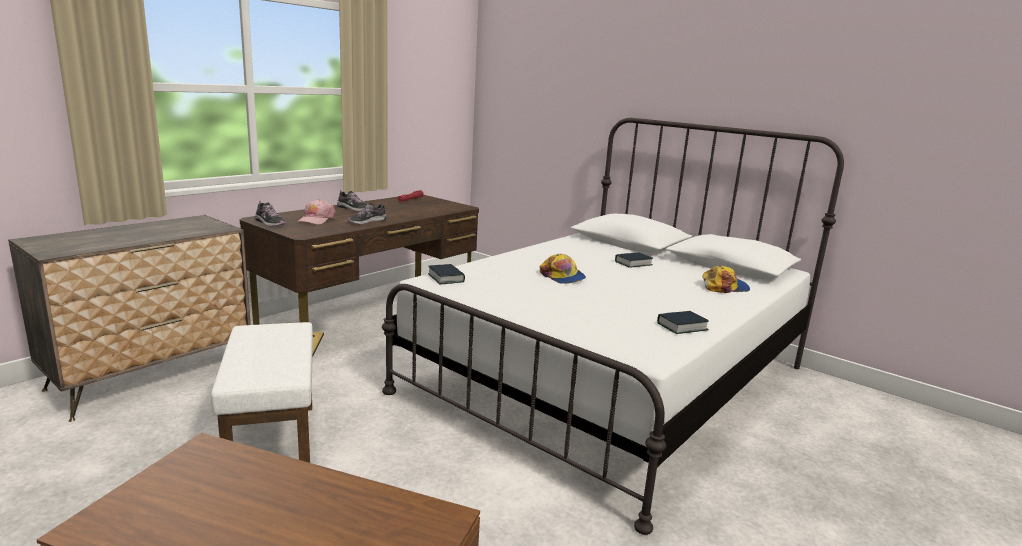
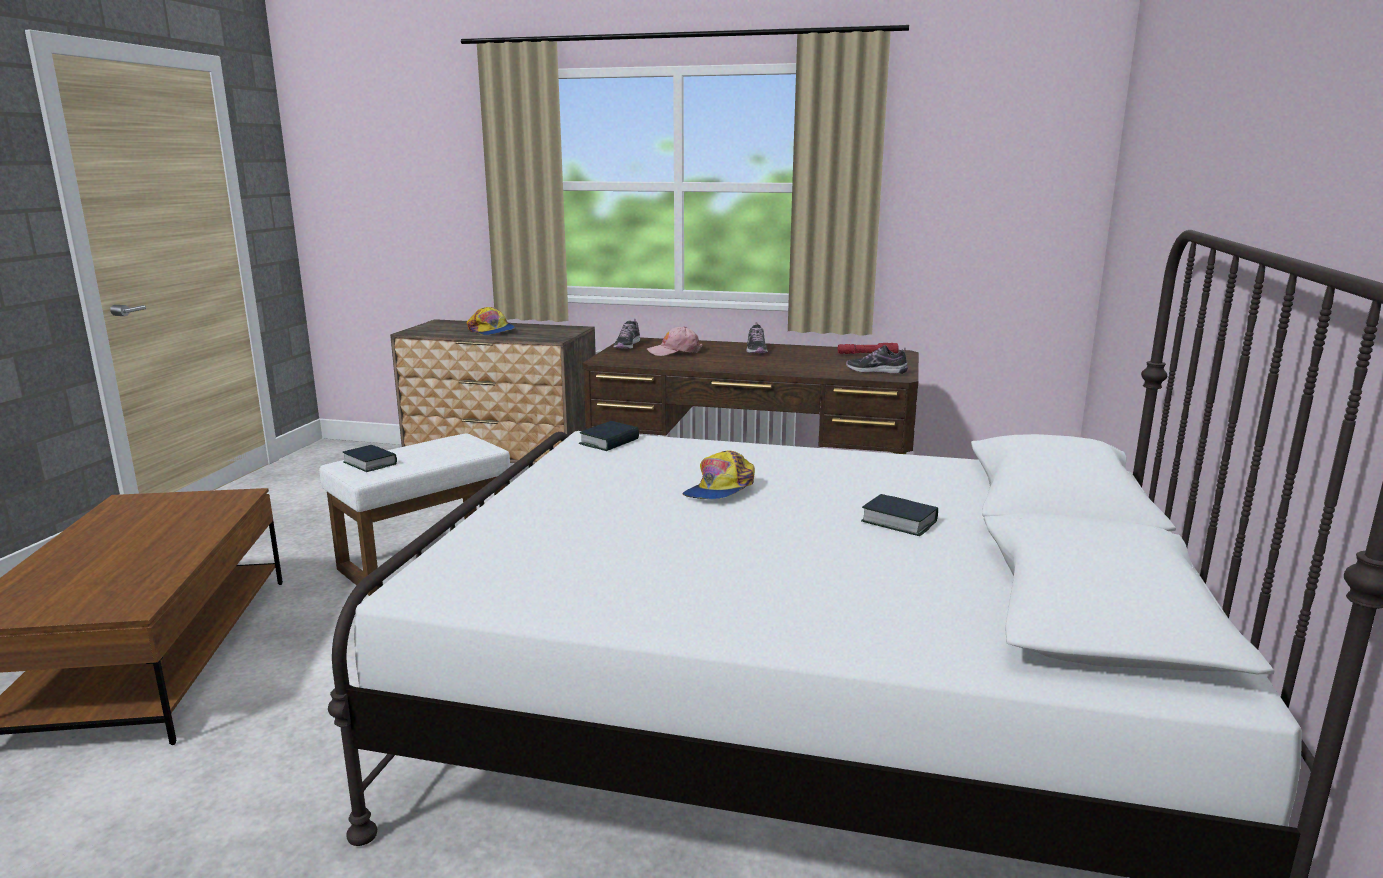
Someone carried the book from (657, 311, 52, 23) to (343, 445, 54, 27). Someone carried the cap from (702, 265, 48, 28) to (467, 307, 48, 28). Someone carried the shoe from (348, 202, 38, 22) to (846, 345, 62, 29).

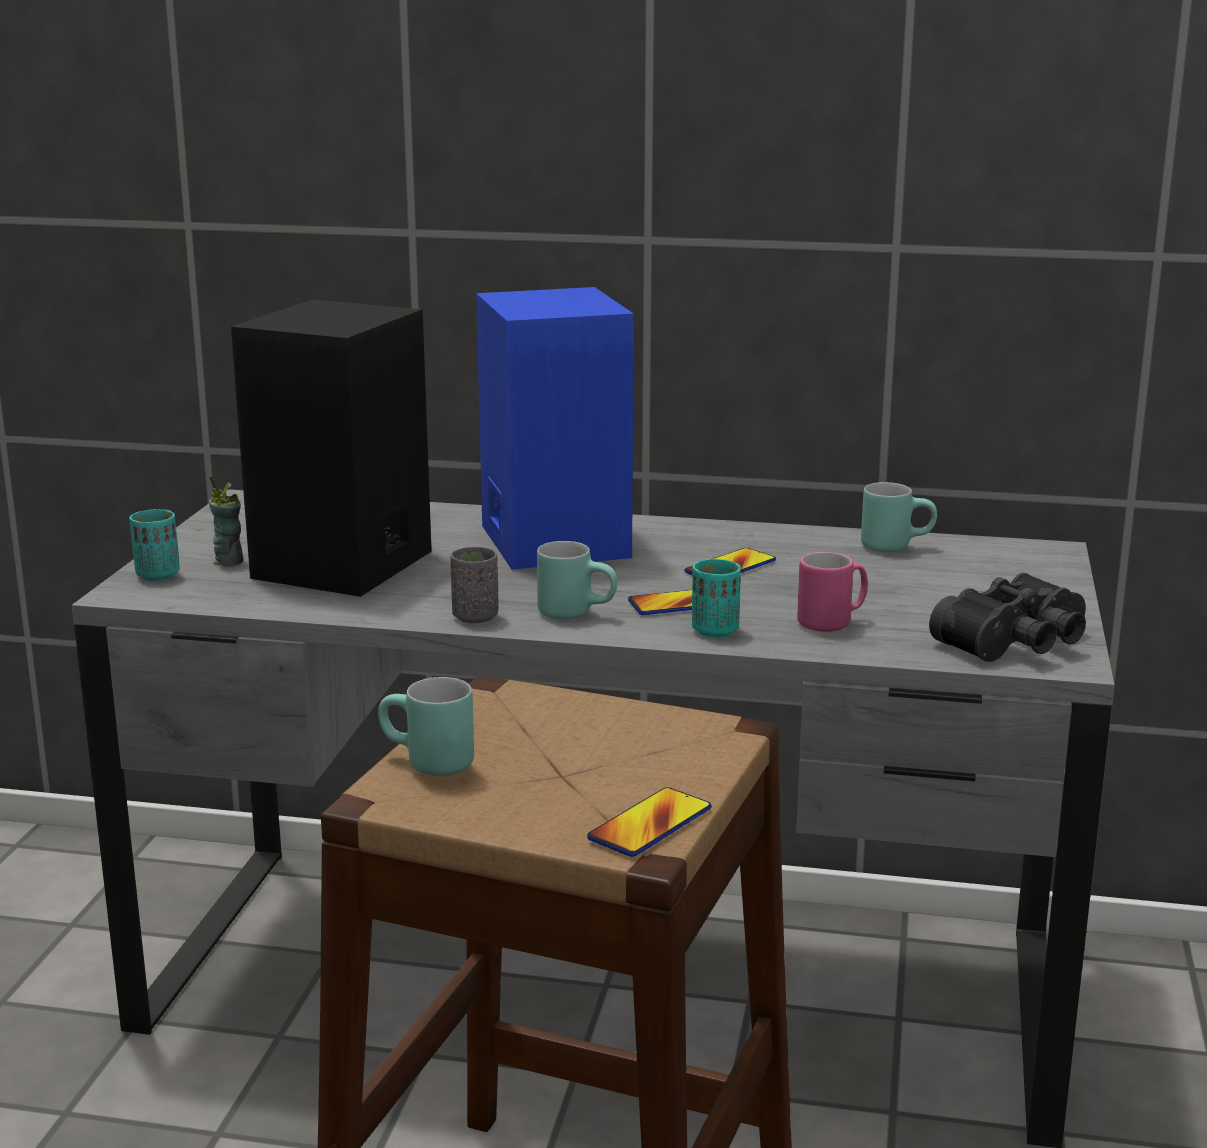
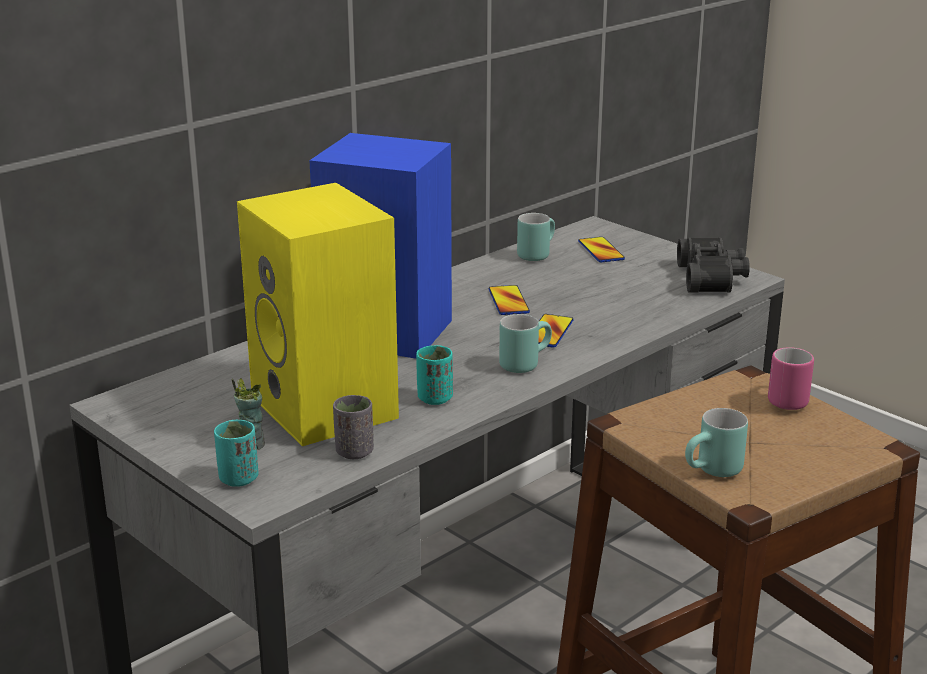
Someone repainted the black speaker at (231, 300, 201, 297), which became the yellow speaker at (237, 183, 162, 263). Someone carried the grey cup from (450, 547, 48, 76) to (333, 395, 41, 64). Someone carried the turquoise cup from (692, 559, 49, 78) to (416, 345, 37, 60). Someone carried the phone from (587, 787, 125, 70) to (578, 237, 47, 25). Someone carried the pink mug from (797, 552, 71, 80) to (768, 347, 46, 63).

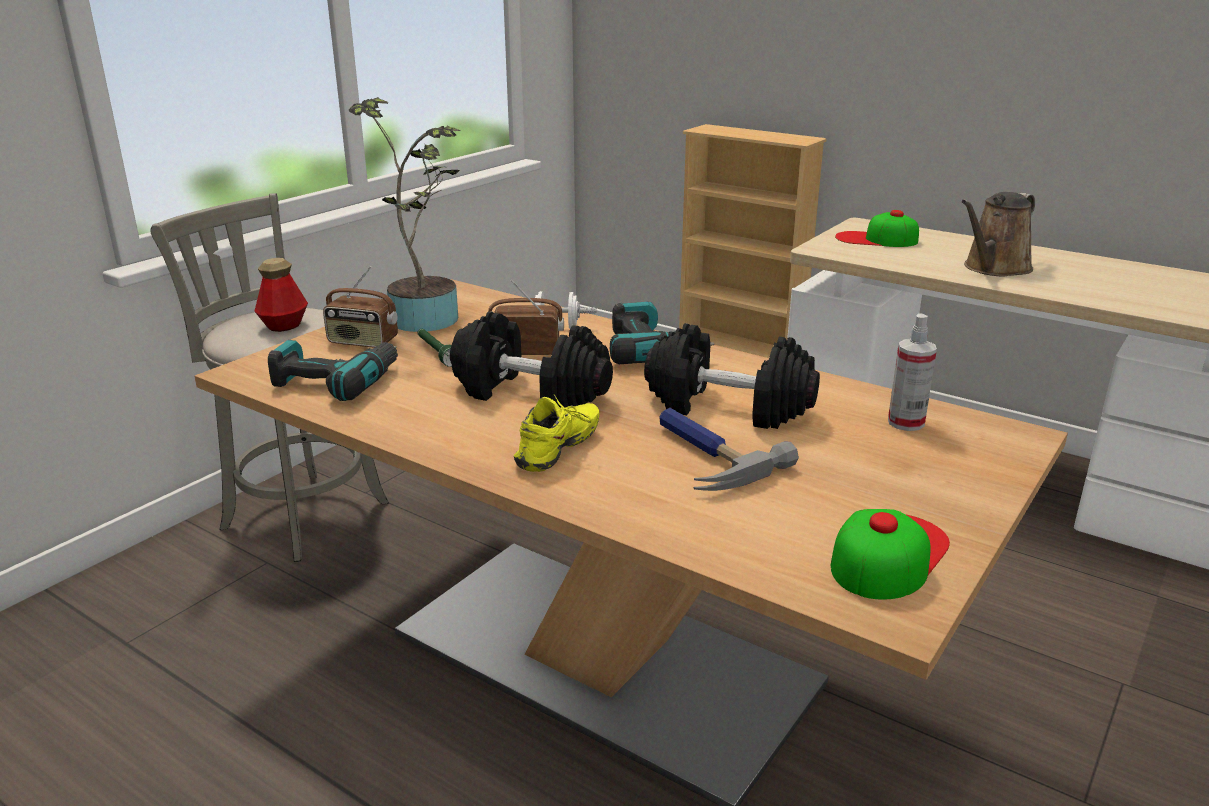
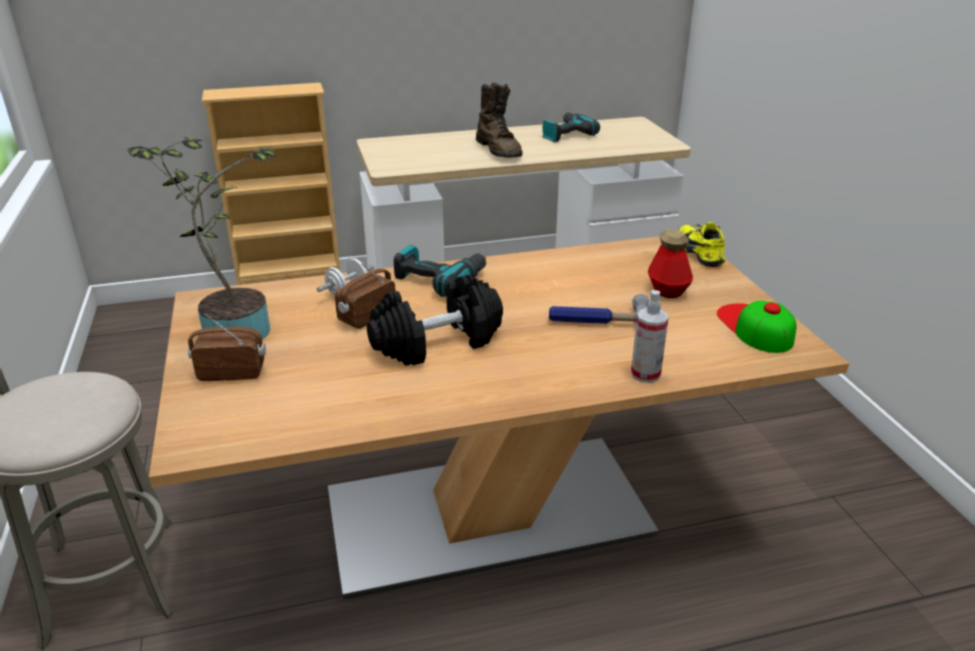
Someone rotated the radio at (323, 266, 75, 82) by 150 degrees counterclockwise. Someone swapped the brown watering can at (961, 192, 74, 85) for the brown boot at (476, 83, 46, 75). Someone carried the power drill from (268, 340, 130, 61) to (542, 112, 58, 30). Someone carried the spray bottle from (888, 313, 49, 118) to (631, 290, 38, 93). Someone carried the bottle from (254, 258, 54, 74) to (648, 229, 45, 69). Someone carried the yellow shoe from (514, 394, 86, 78) to (679, 222, 47, 45). Someone took away the green flashlight at (417, 329, 35, 38). Someone took away the black dumbbell at (644, 323, 176, 106). Someone took away the cap at (835, 210, 84, 37).

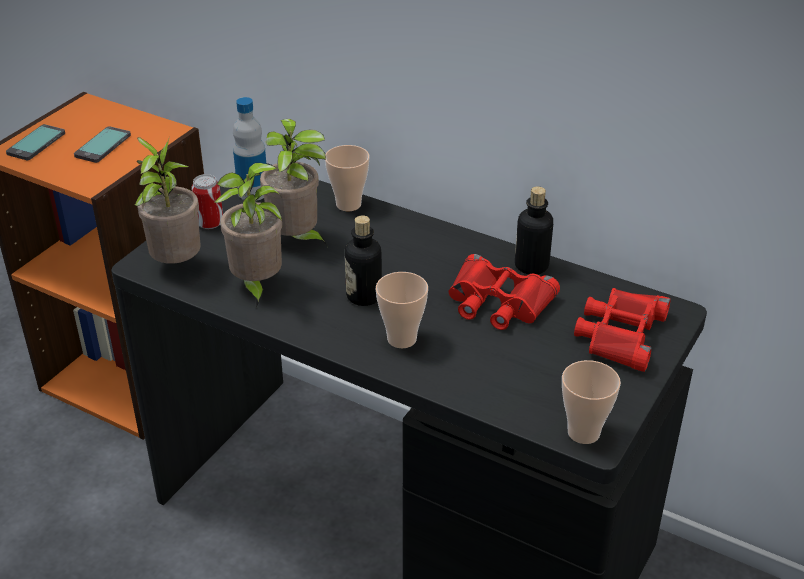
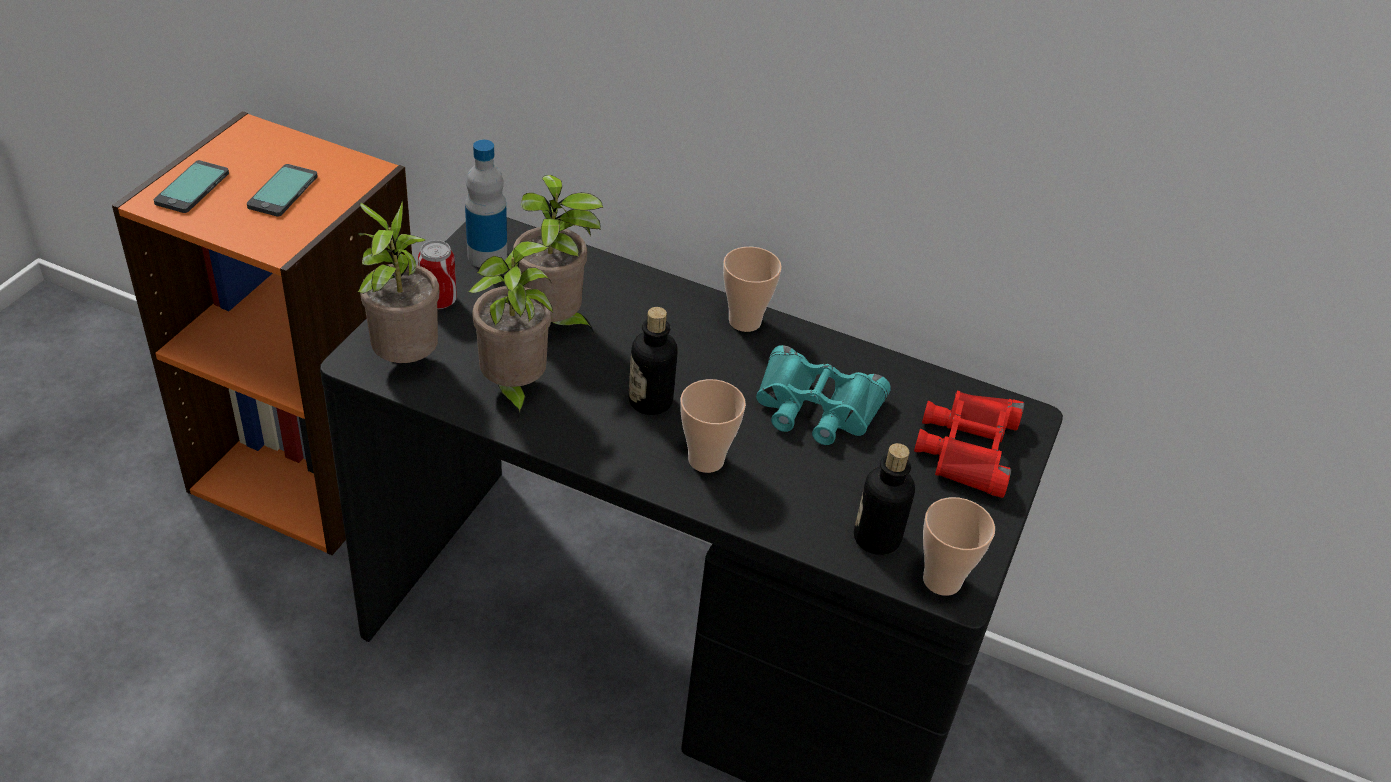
Someone carried the cup from (325, 145, 45, 66) to (723, 247, 59, 85). Someone repainted the red binoculars at (449, 254, 111, 76), which became the turquoise binoculars at (756, 345, 135, 100). Someone carried the bottle from (515, 186, 38, 88) to (854, 443, 61, 112).

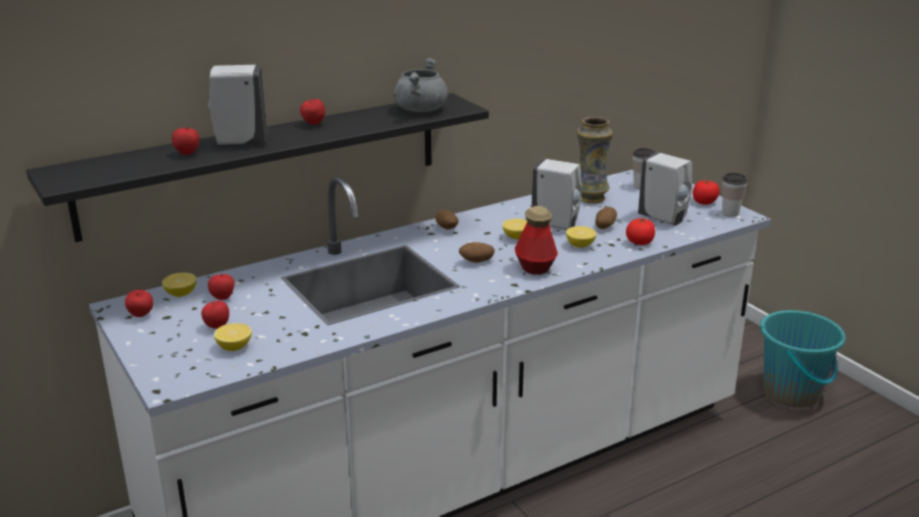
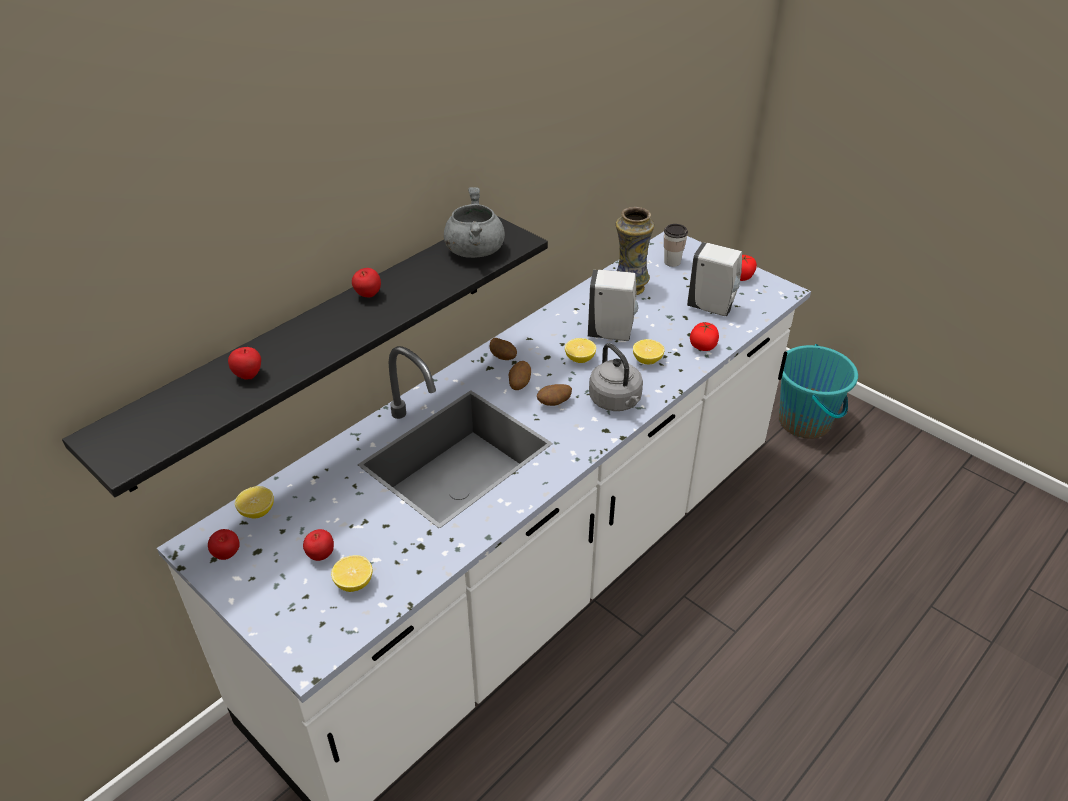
Someone carried the potato from (595, 207, 22, 22) to (509, 361, 22, 29). Someone swapped the bottle at (515, 206, 43, 69) for the grey kettle at (589, 343, 54, 68). Someone took away the white soap dispenser at (208, 65, 59, 81). Someone took away the apple at (208, 274, 26, 26). Someone took away the cup at (722, 173, 26, 44).

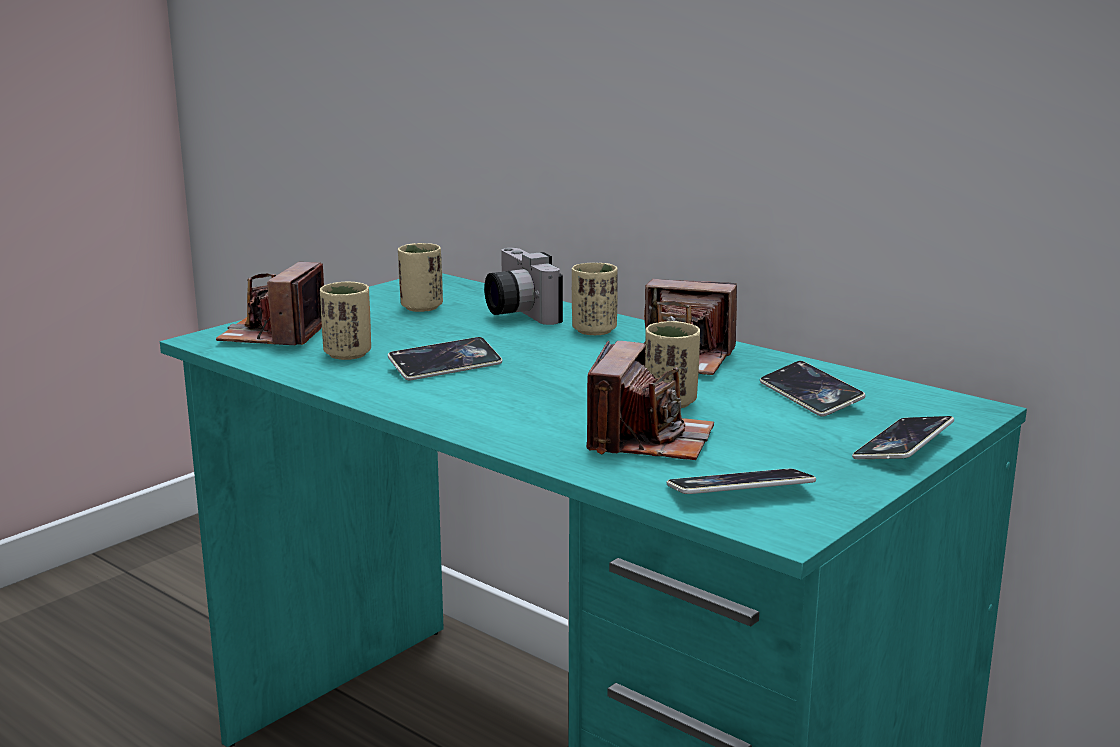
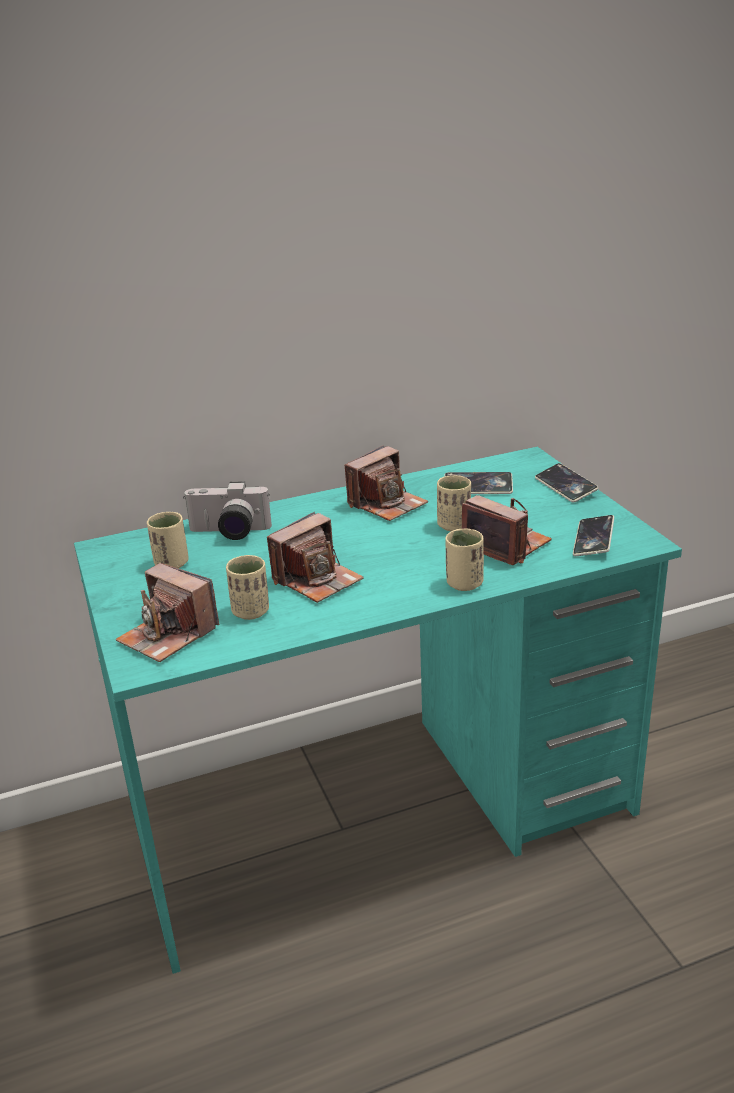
Someone swapped the phone at (388, 337, 114, 43) for the photo camera at (267, 512, 97, 91). Someone carried the beige cup from (572, 263, 46, 72) to (445, 528, 39, 63).

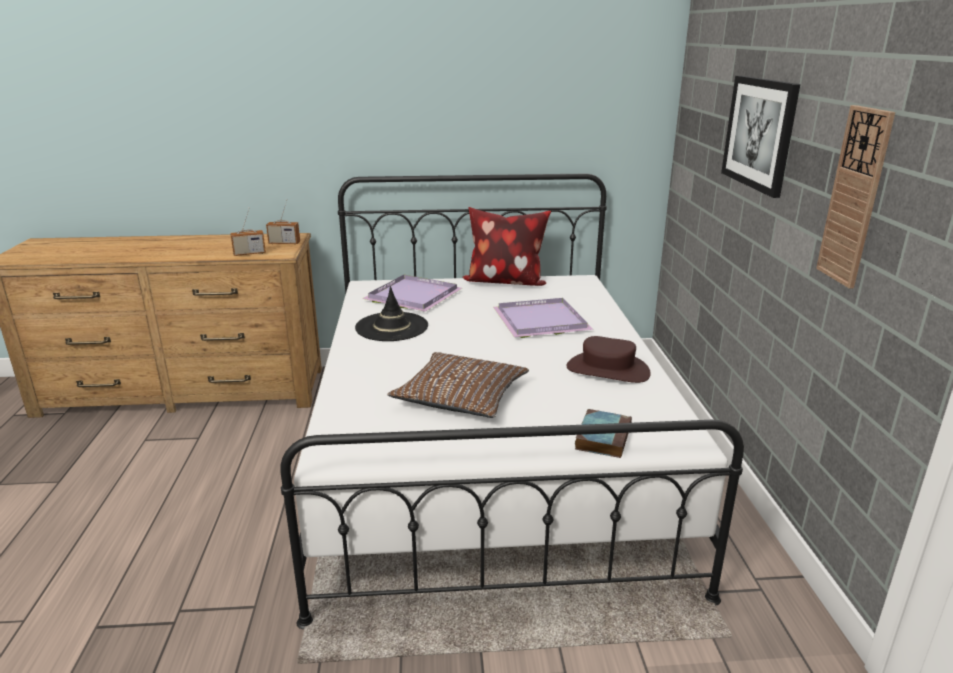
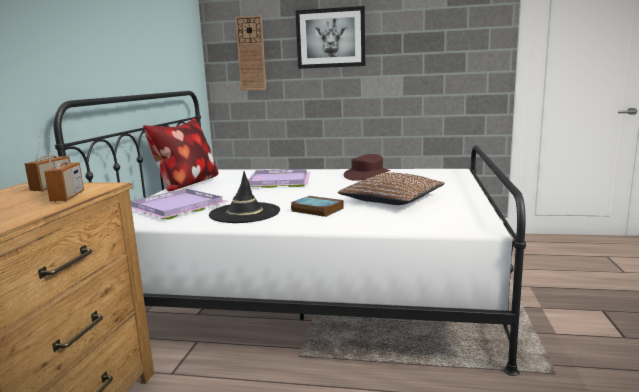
Someone carried the wall clock from (816, 105, 79, 183) to (235, 15, 31, 76). Someone carried the book from (575, 409, 57, 49) to (291, 196, 53, 21).

